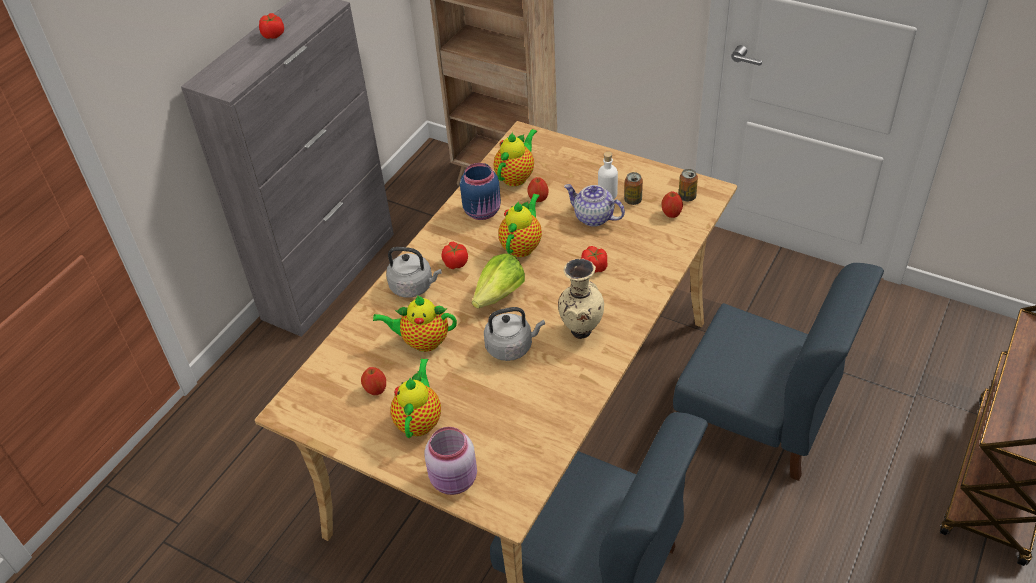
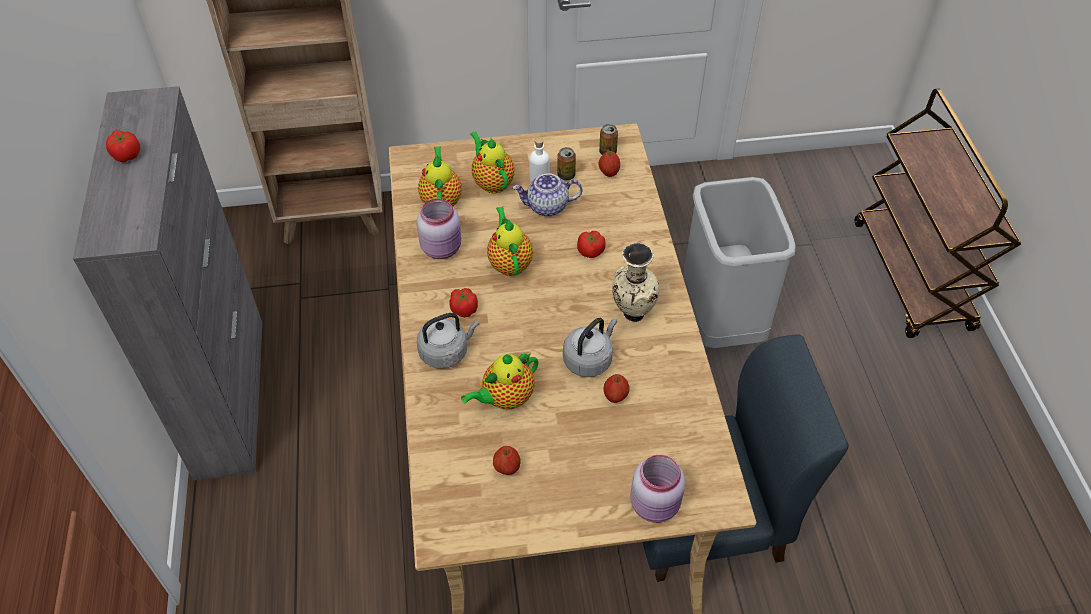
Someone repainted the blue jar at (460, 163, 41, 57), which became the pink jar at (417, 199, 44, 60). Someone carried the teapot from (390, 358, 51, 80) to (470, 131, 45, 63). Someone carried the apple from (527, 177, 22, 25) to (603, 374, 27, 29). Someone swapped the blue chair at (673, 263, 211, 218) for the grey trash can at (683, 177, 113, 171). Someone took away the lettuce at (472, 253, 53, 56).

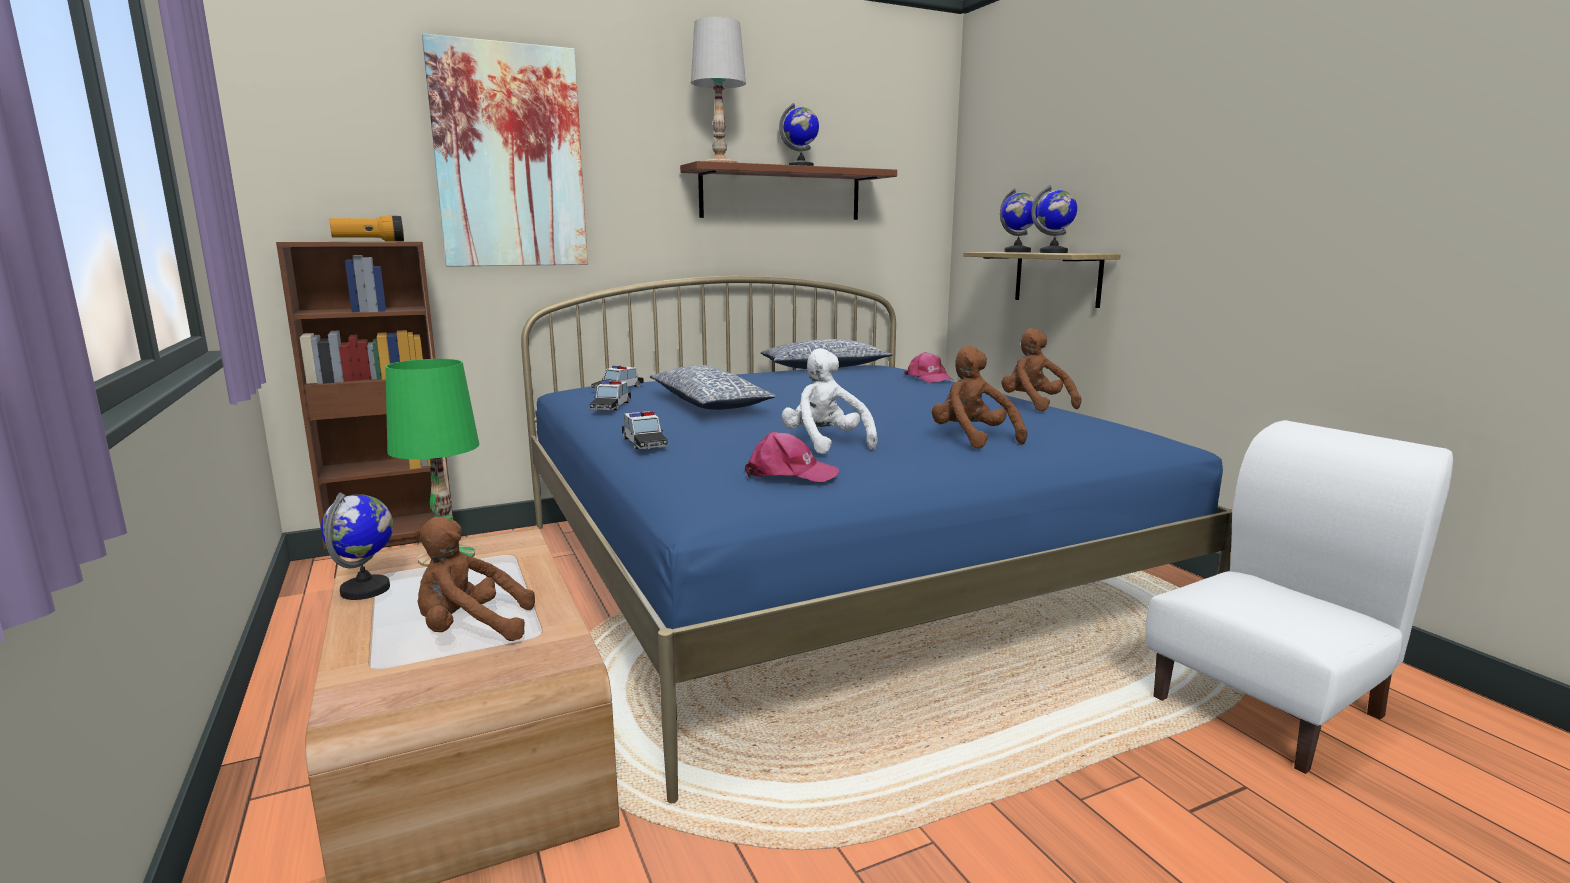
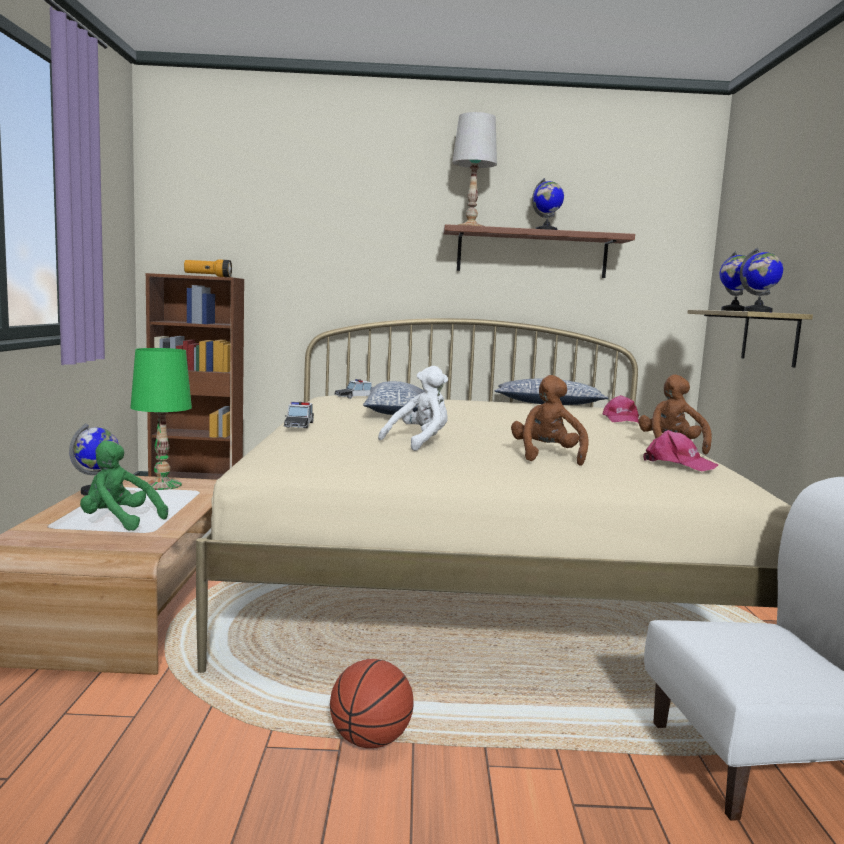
Someone repainted the brown plush toy at (414, 517, 121, 124), which became the green plush toy at (80, 440, 88, 91). Someone repainted the blue bed at (521, 276, 712, 527), which became the beige bed at (196, 318, 596, 355). Someone put down the basketball at (330, 659, 84, 89). Someone rotated the white plush toy at (781, 348, 97, 106) by 45 degrees clockwise. Someone carried the pink cap from (745, 432, 95, 50) to (643, 430, 75, 41). Someone took away the picture at (422, 33, 166, 234). Someone took away the toy car at (589, 381, 42, 29).

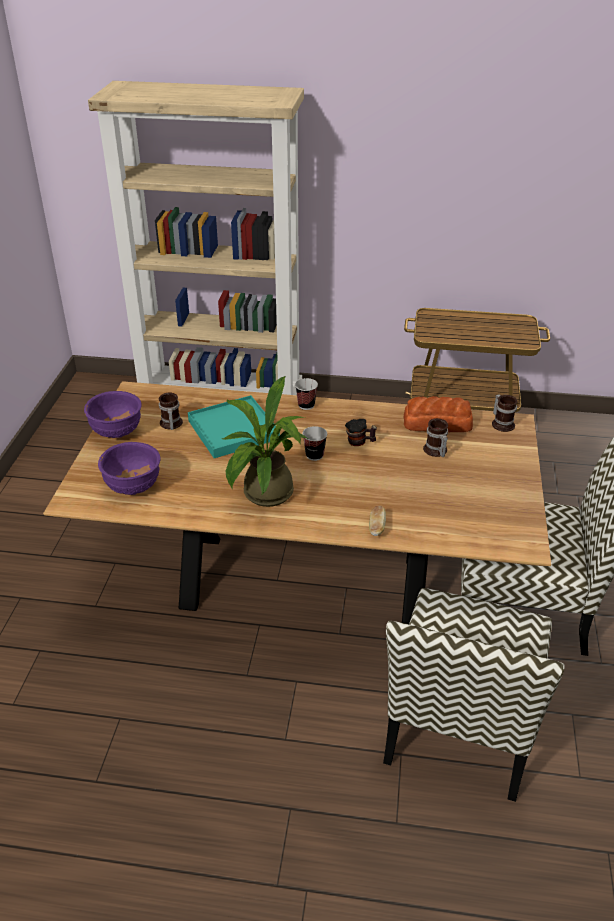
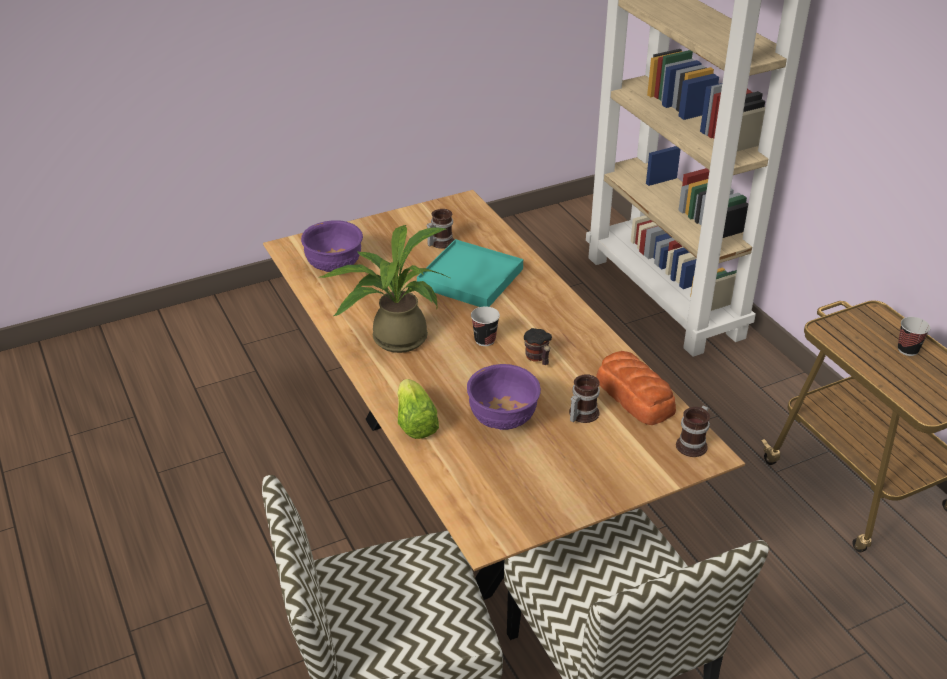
Someone swapped the bread at (369, 506, 17, 30) for the lettuce at (397, 379, 42, 60). Someone carried the purple bowl from (84, 391, 58, 47) to (467, 364, 74, 66). Someone carried the cup from (295, 378, 23, 32) to (898, 317, 32, 39).

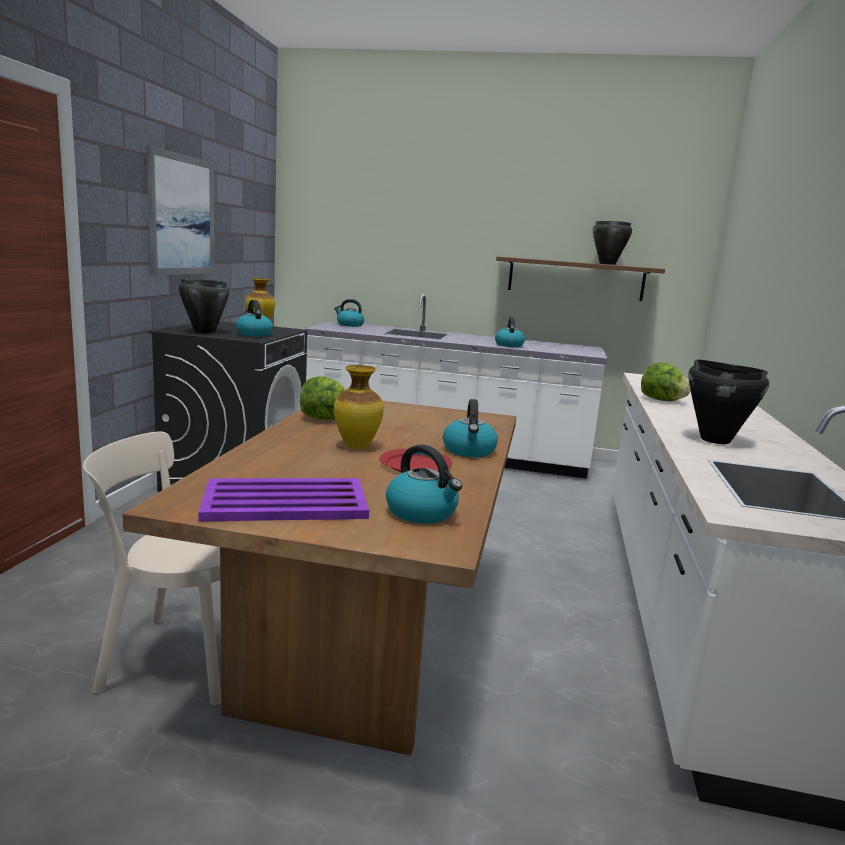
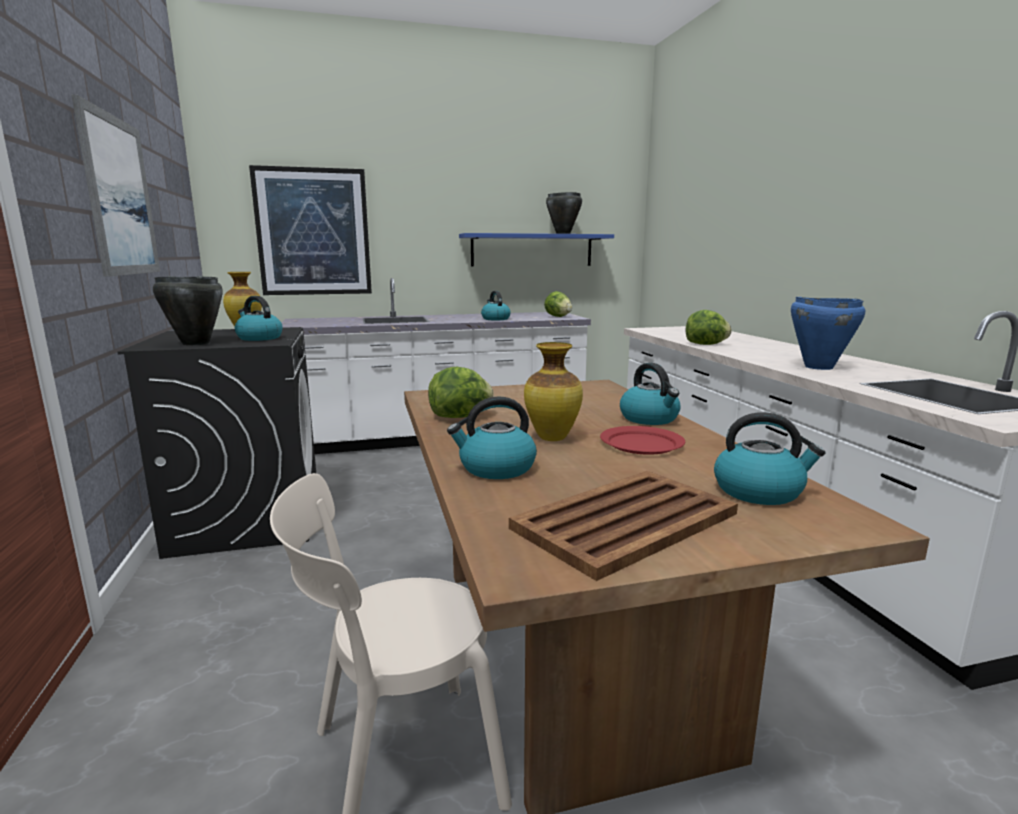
Someone put up the picture at (249, 165, 123, 130). Someone carried the kettle from (334, 299, 30, 28) to (447, 397, 90, 82). Someone repainted the brown shelf at (496, 256, 169, 45), which became the blue shelf at (459, 233, 155, 33). Someone repainted the purple tray at (198, 478, 171, 44), which became the brown tray at (509, 471, 229, 110). Someone put down the lettuce at (544, 291, 28, 26). Someone repainted the black cooking pot at (688, 360, 81, 84), which became the blue cooking pot at (791, 297, 74, 73).

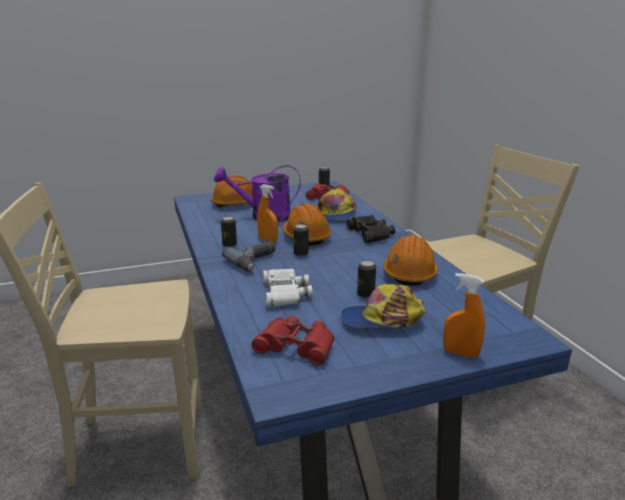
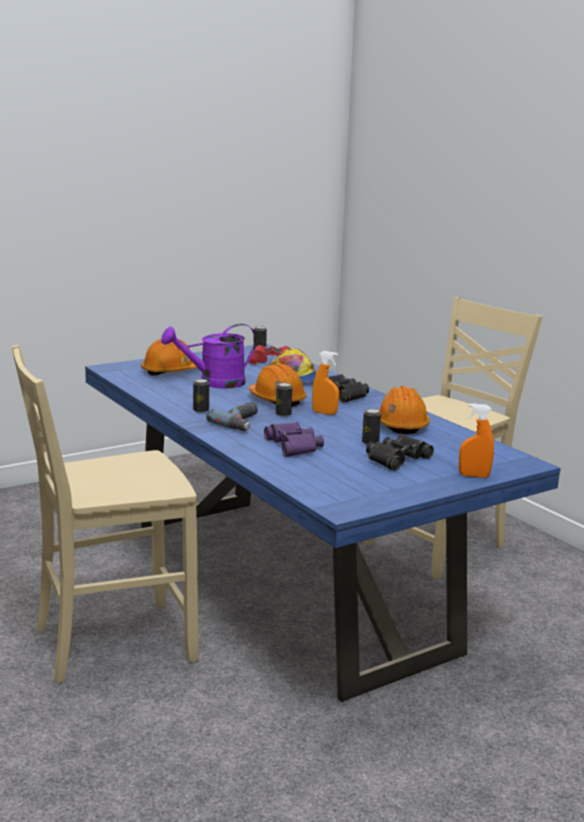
Someone repainted the white binoculars at (263, 268, 50, 40), which became the purple binoculars at (264, 422, 60, 35). Someone carried the orange spray bottle from (257, 184, 21, 58) to (312, 351, 27, 64). Someone swapped the cap at (341, 284, 85, 44) for the black binoculars at (366, 434, 68, 37). Someone took away the red binoculars at (251, 316, 83, 49).

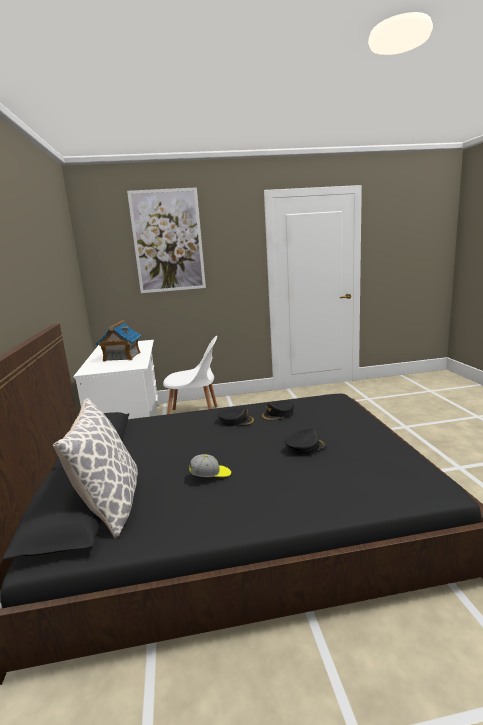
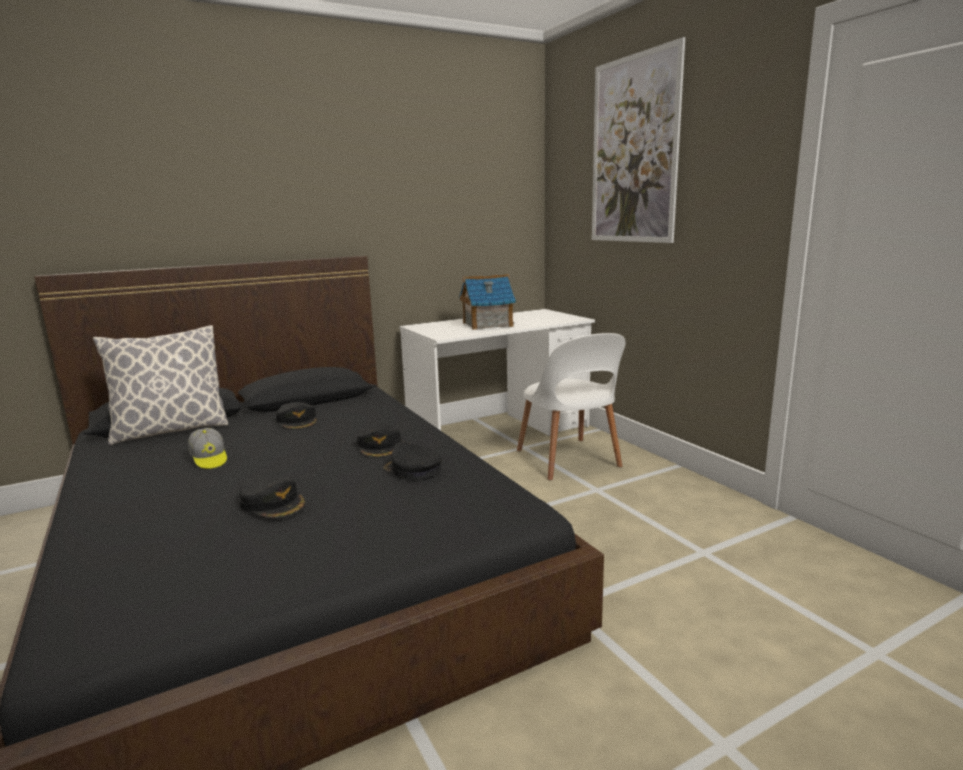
Someone put down the black cap at (276, 402, 41, 28).

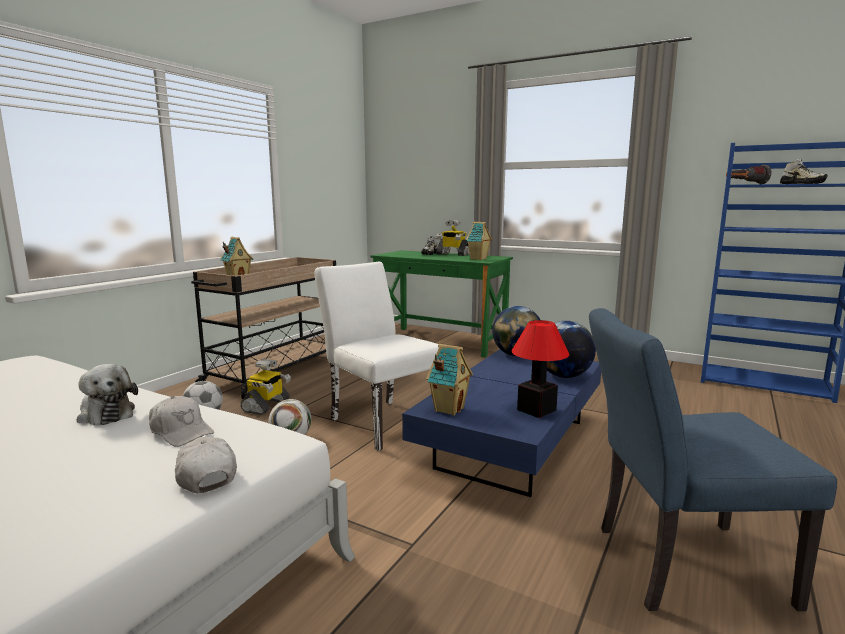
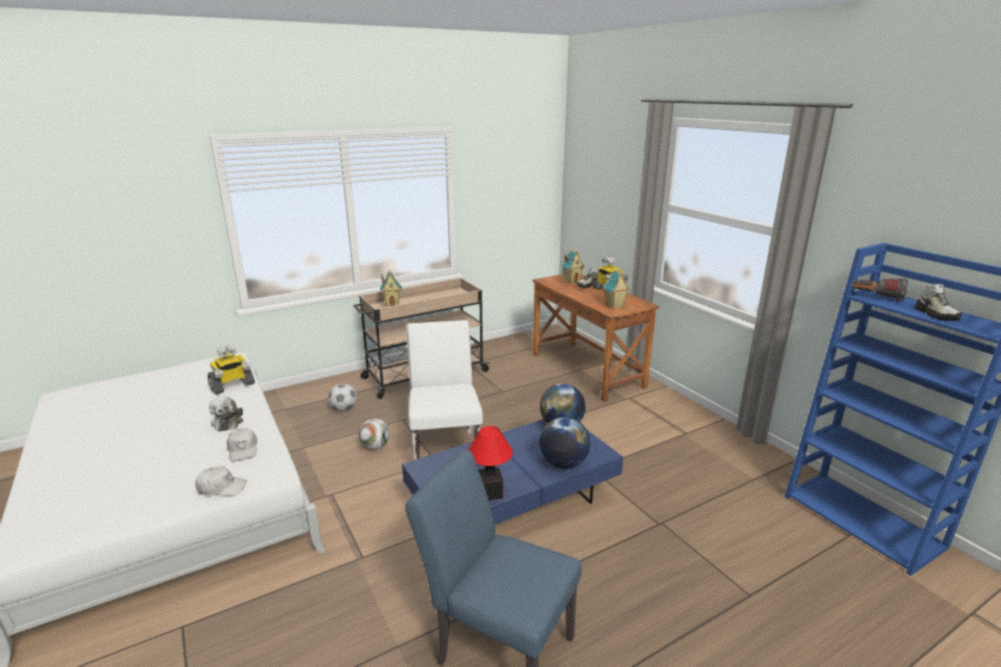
Someone rotated the white cap at (175, 437, 62, 56) by 90 degrees clockwise. Someone carried the toy robot from (241, 359, 50, 56) to (208, 345, 47, 50). Someone repainted the green desk at (370, 250, 143, 108), which became the brown desk at (532, 274, 127, 128). Someone carried the toy house from (426, 344, 47, 72) to (561, 249, 24, 35).

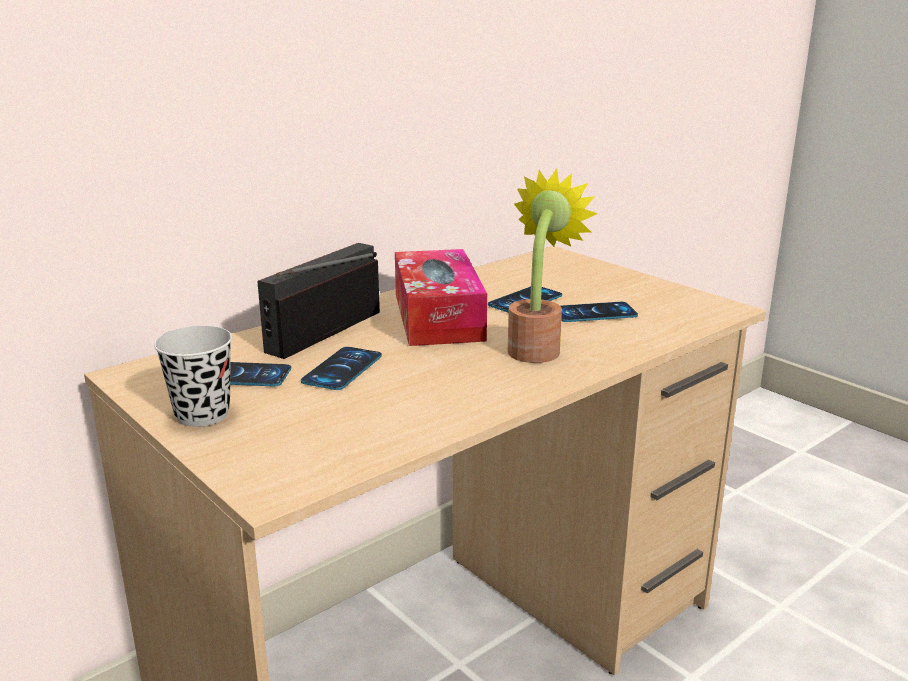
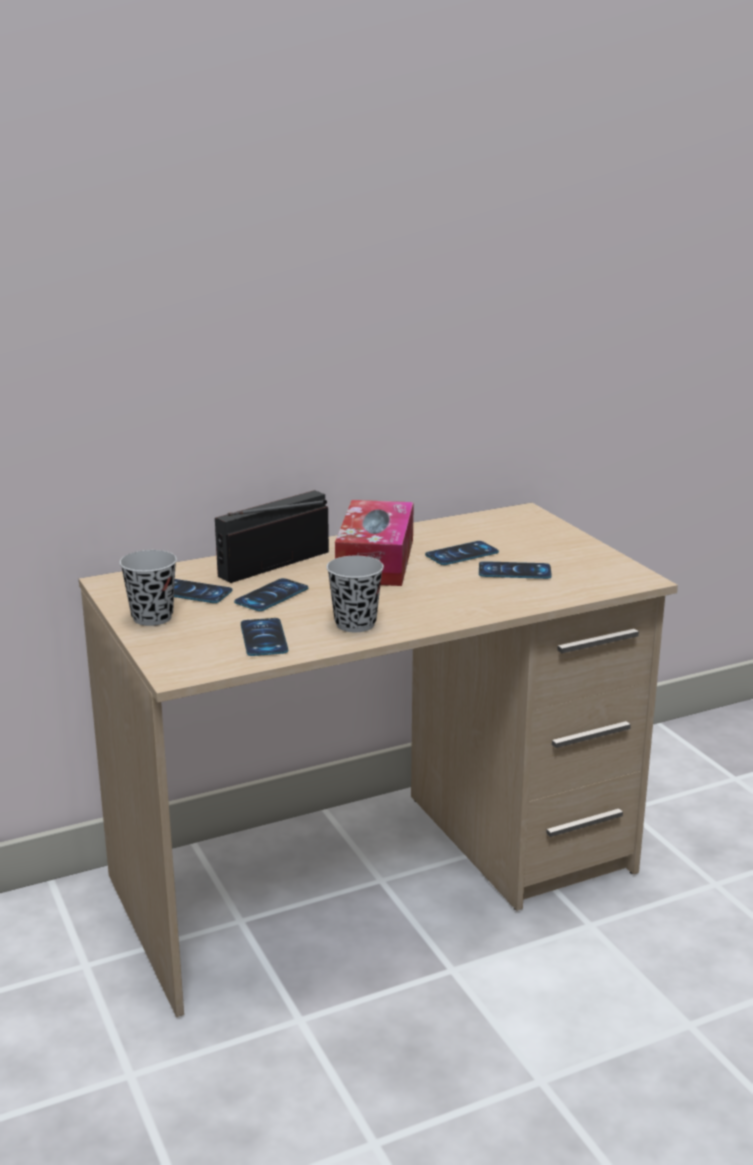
Someone put down the phone at (241, 618, 47, 38). Someone put down the black cup at (326, 556, 58, 76). Someone took away the potted plant at (508, 169, 90, 194).

